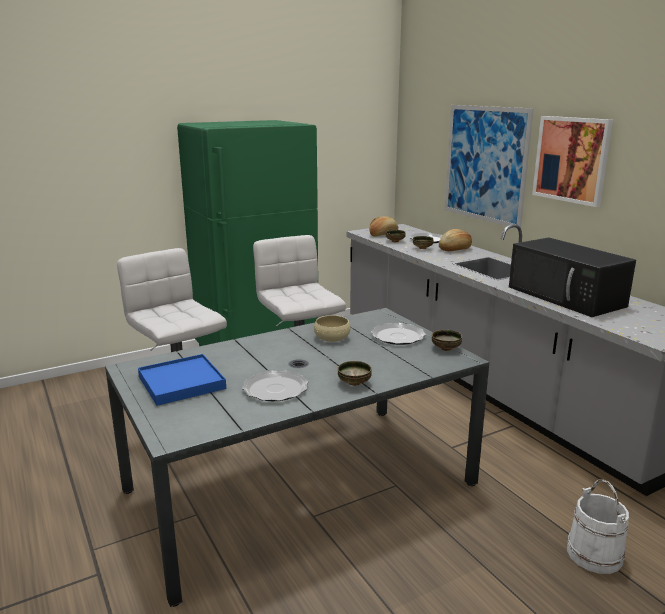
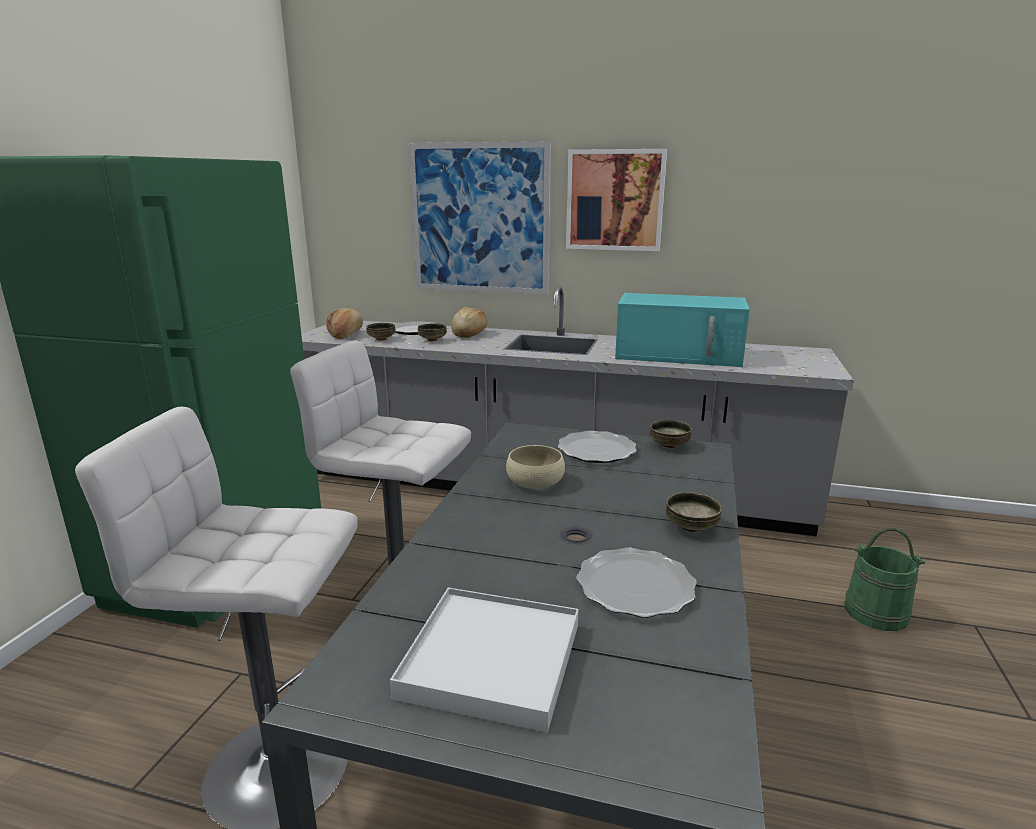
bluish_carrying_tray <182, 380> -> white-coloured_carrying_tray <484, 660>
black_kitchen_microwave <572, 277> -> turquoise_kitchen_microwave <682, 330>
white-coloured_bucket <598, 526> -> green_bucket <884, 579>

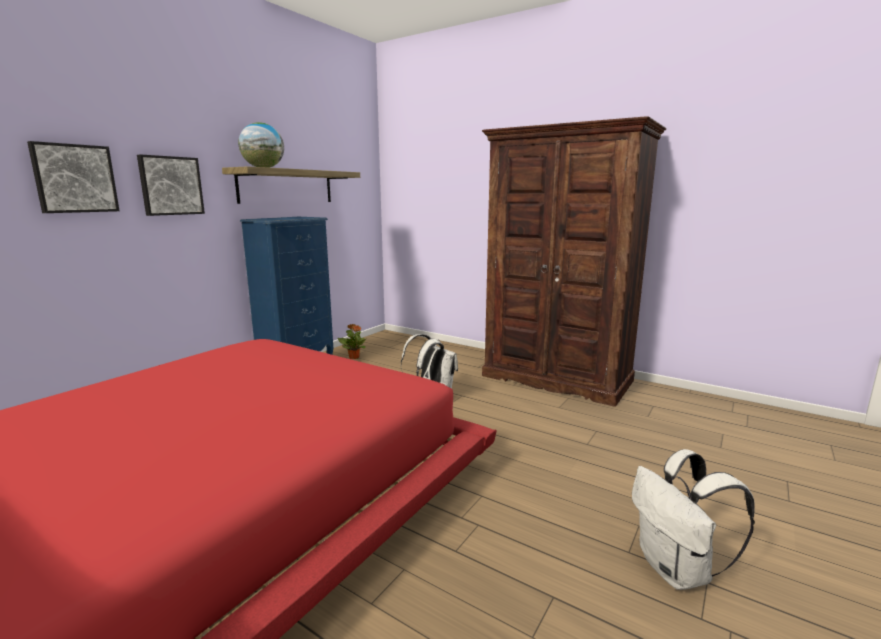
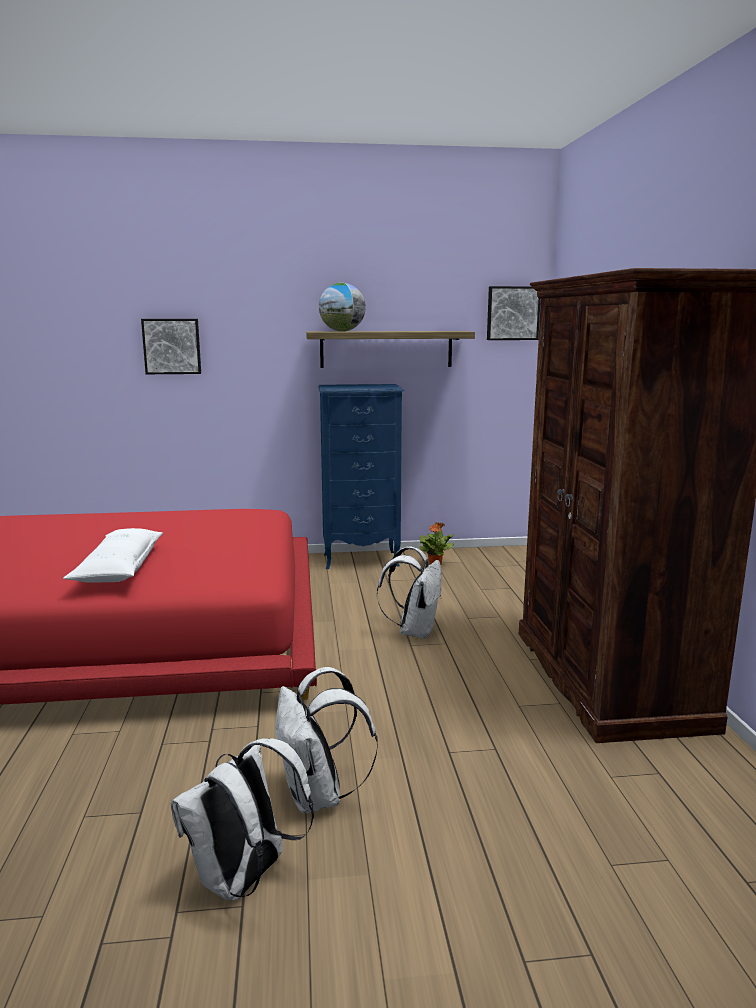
none -> white-coloured_throw_pillow <113, 555>
none -> white-coloured_rucksack <326, 740>
wall_art <171, 185> -> wall_art <514, 313>, moved

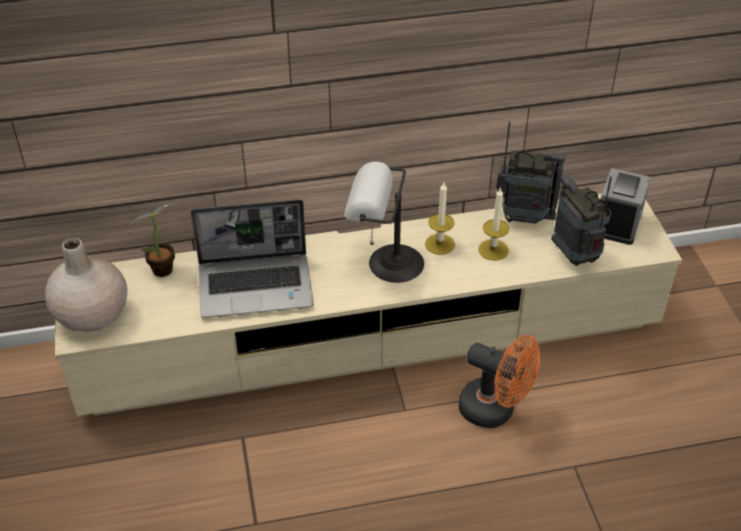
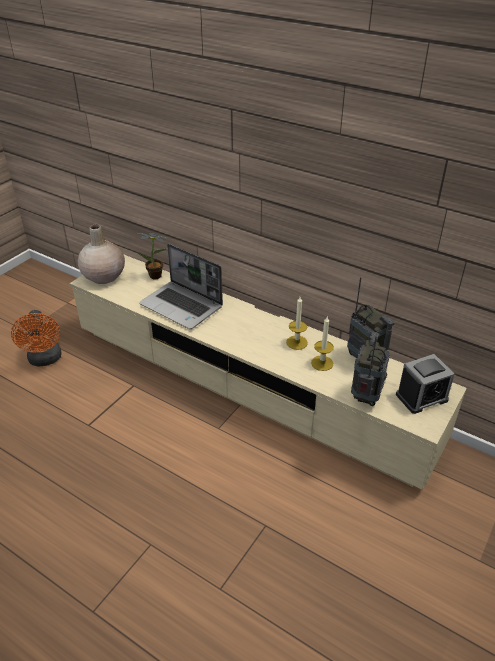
orange_fan <499, 381> -> orange_fan <36, 338>, moved
table_lamp <384, 222> -> none

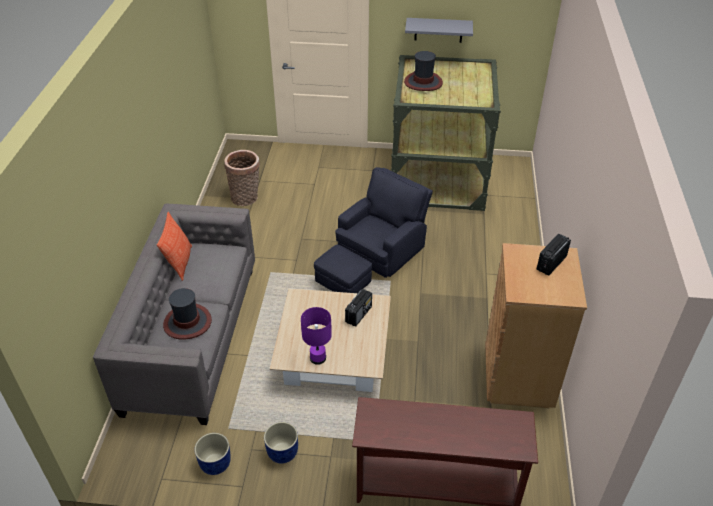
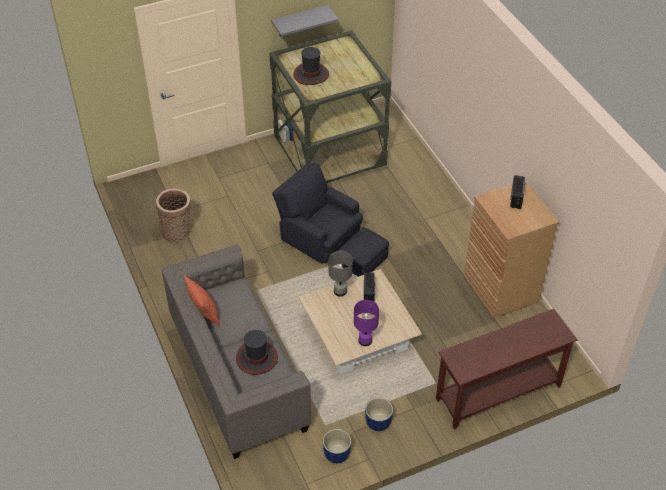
black_lounge_chair <373, 230> -> black_lounge_chair <330, 220>, 60 degrees counterclockwise
none -> grey_table_lamp <341, 274>

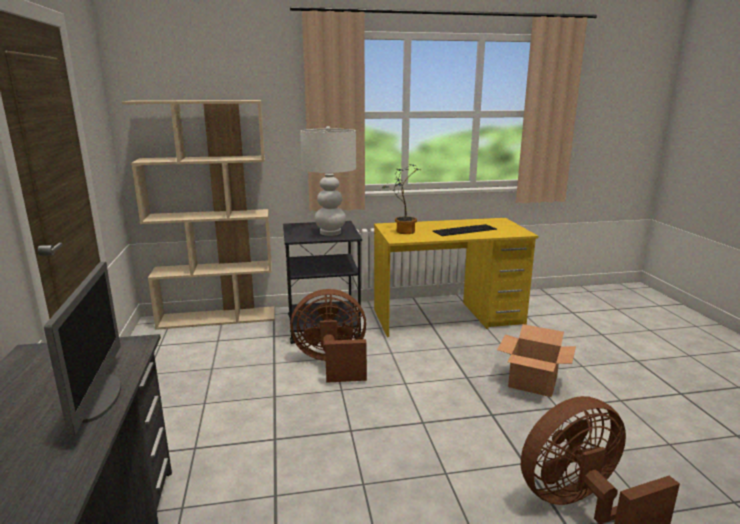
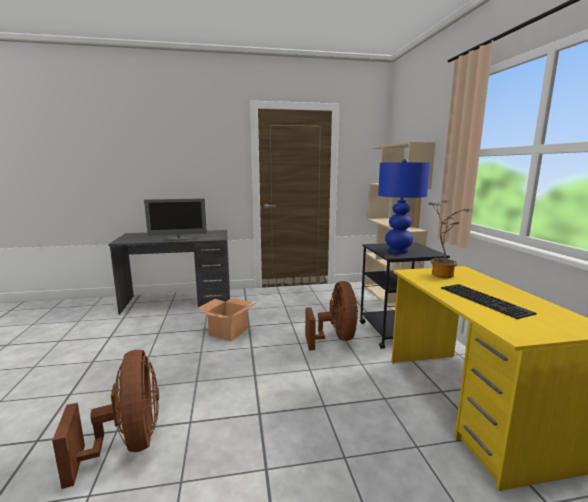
cardboard_box <536, 360> -> cardboard_box <226, 319>, moved
white-coloured_table_lamp <328, 181> -> bluish_table_lamp <404, 206>

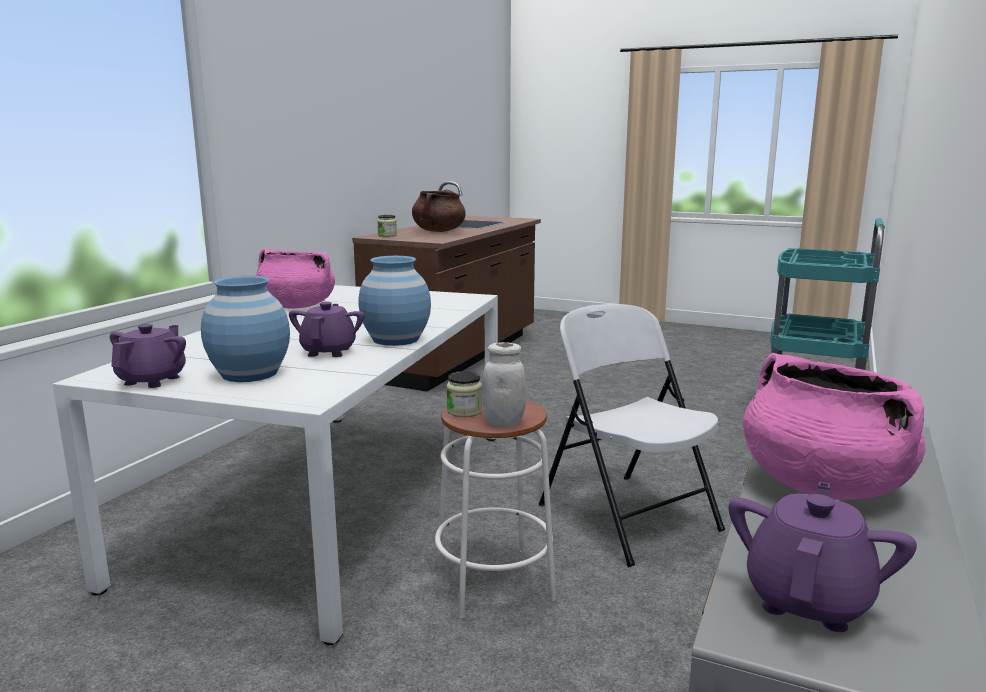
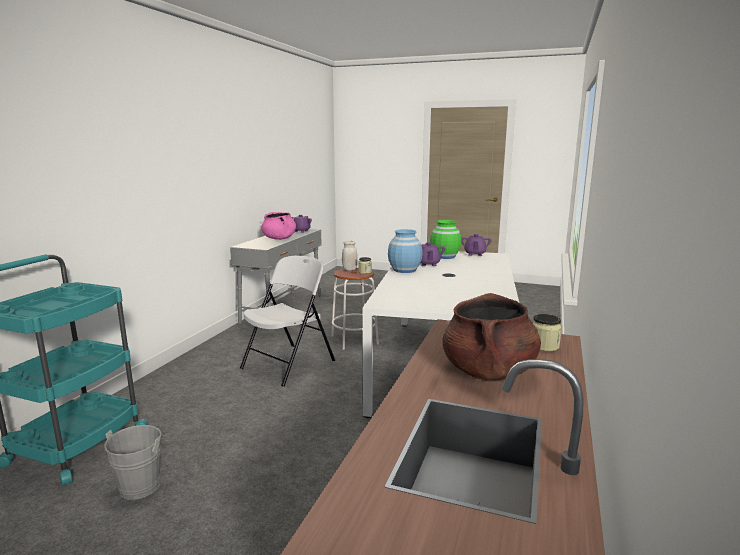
none -> grey_bucket <137, 462>
white-coloured_plain_chair <632, 435> -> white-coloured_plain_chair <287, 321>, 105 degrees counterclockwise
bluish_decorative_vase <245, 328> -> green_decorative_vase <445, 239>
pink-coloured_saucepot <295, 279> -> none

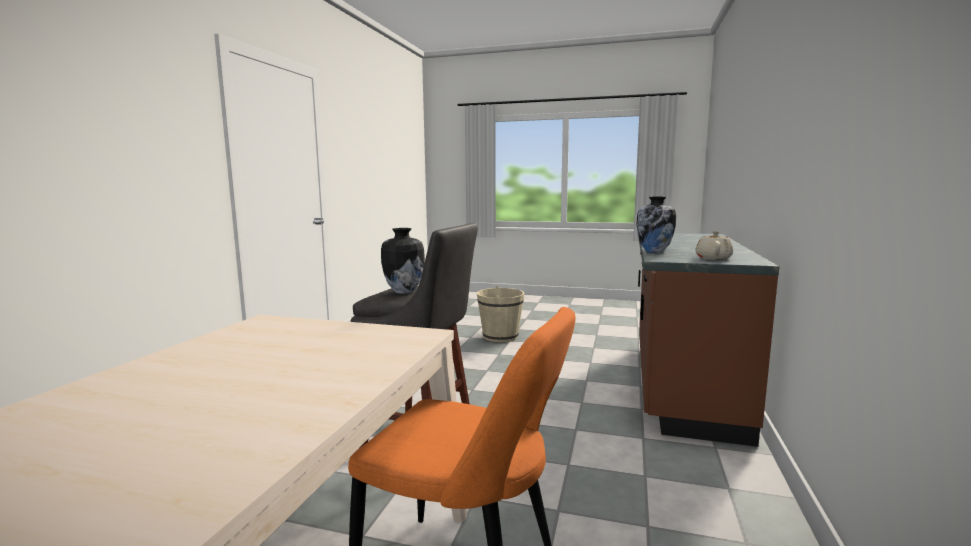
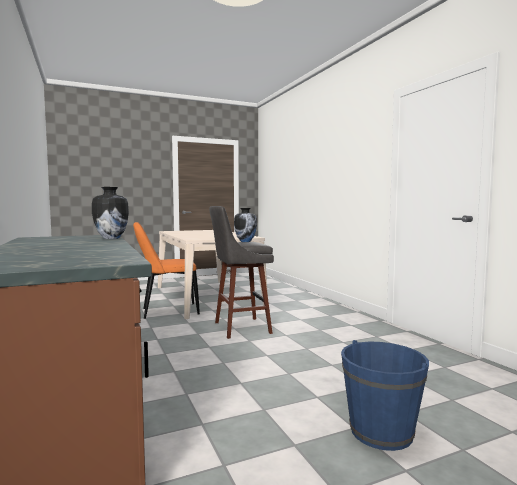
beige-coloured_bucket <500, 314> -> bluish_bucket <385, 395>
beige-coloured_teapot <714, 245> -> none

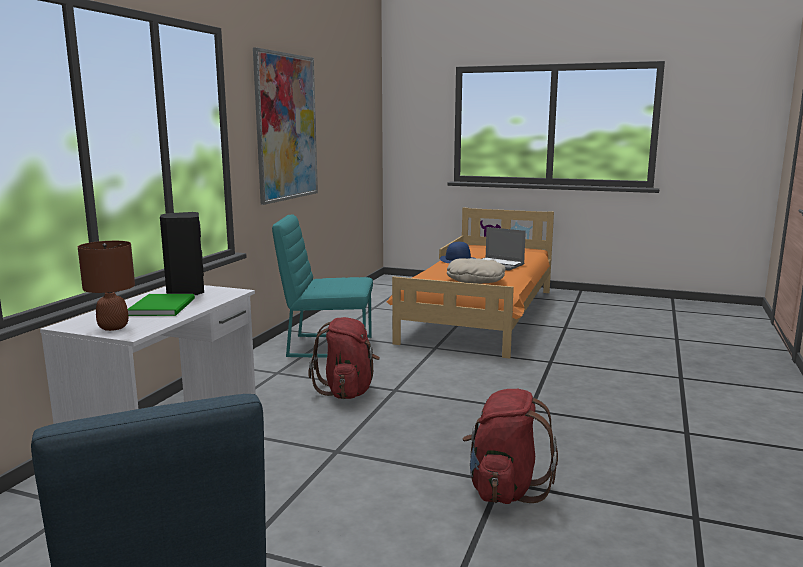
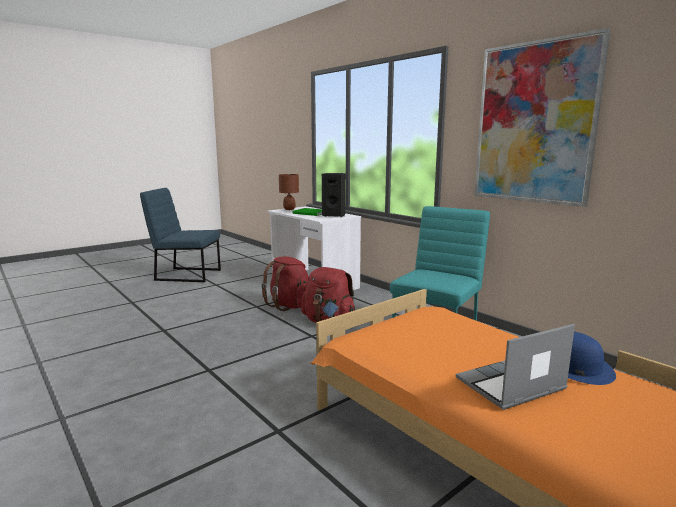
red-coloured_rucksack <510, 446> -> red-coloured_rucksack <285, 283>, moved
beige-coloured_throw_pillow <476, 271> -> none

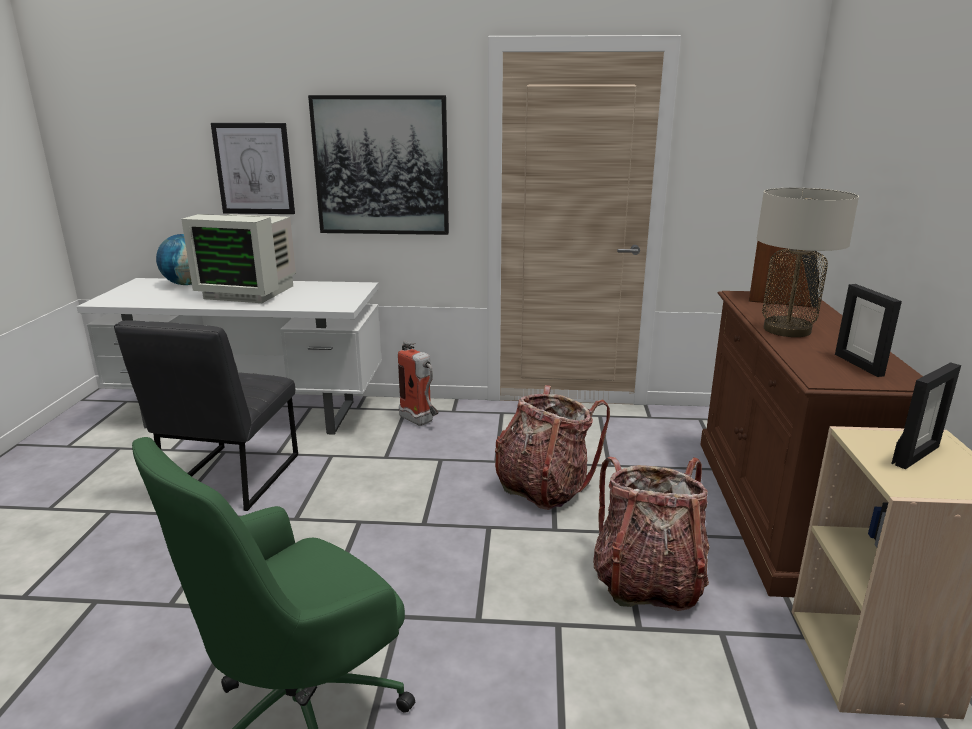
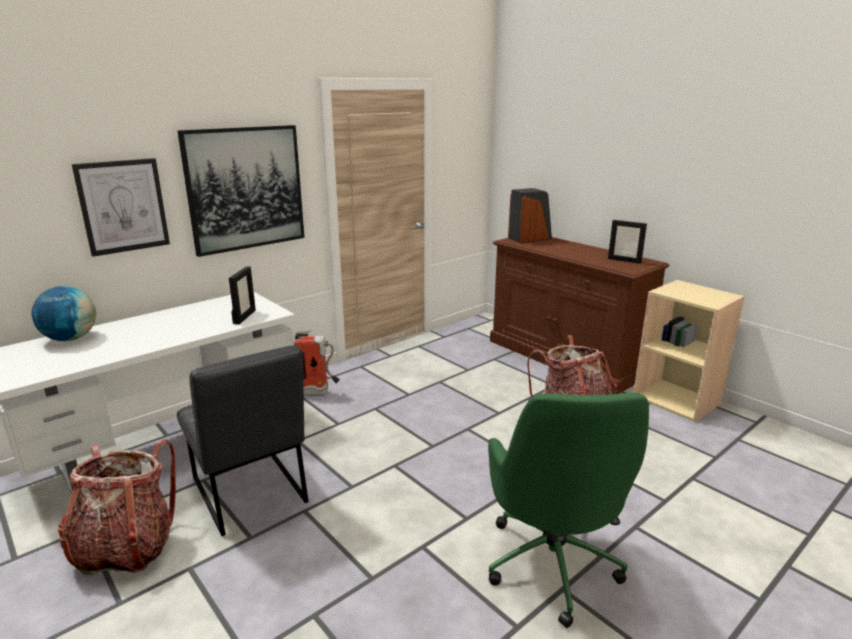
rucksack <552, 447> -> rucksack <117, 507>, moved
picture_frame <926, 415> -> picture_frame <242, 295>, moved
computer_screen <238, 258> -> none
table_lamp <808, 262> -> none

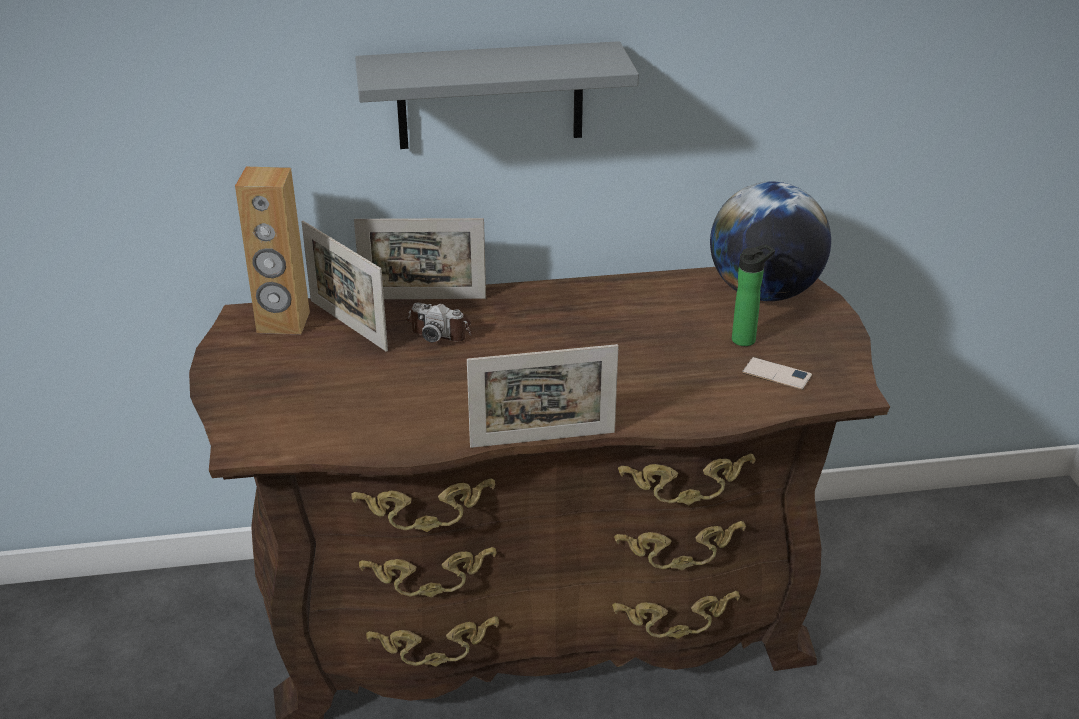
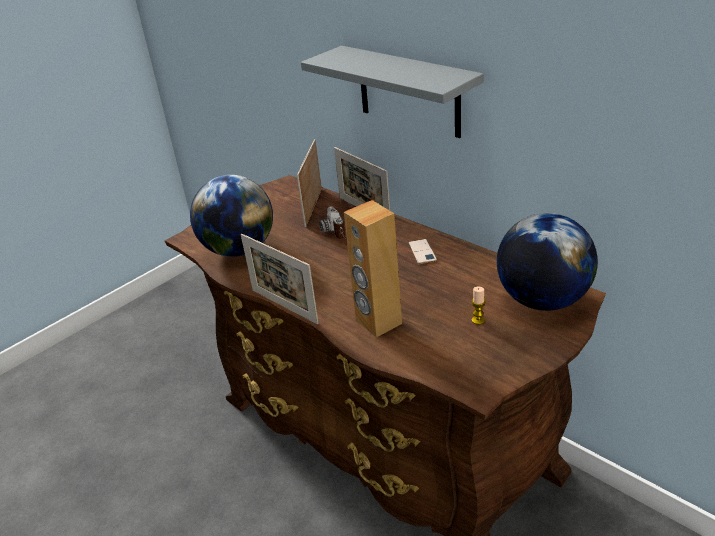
none -> desk_globe <231, 216>
brown_loudspeaker <272, 250> -> brown_loudspeaker <373, 269>, moved
phone <777, 373> -> phone <423, 251>, moved
drink_bottle <753, 295> -> candle <479, 306>

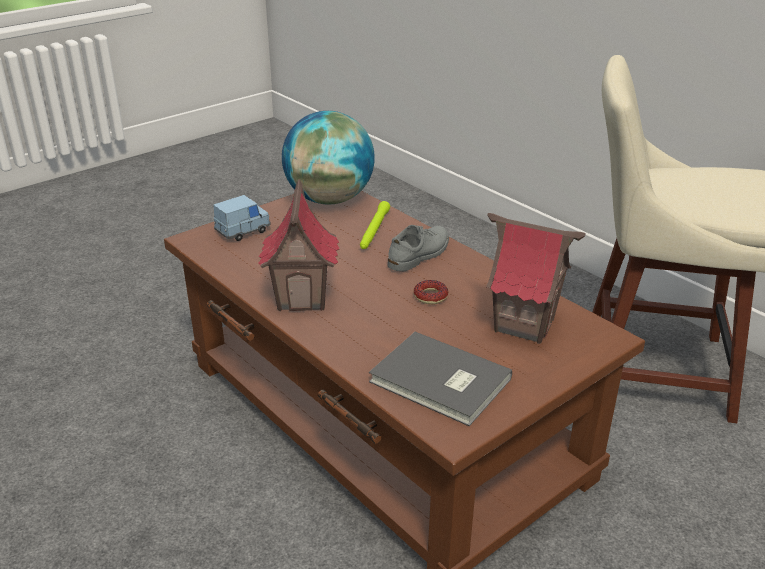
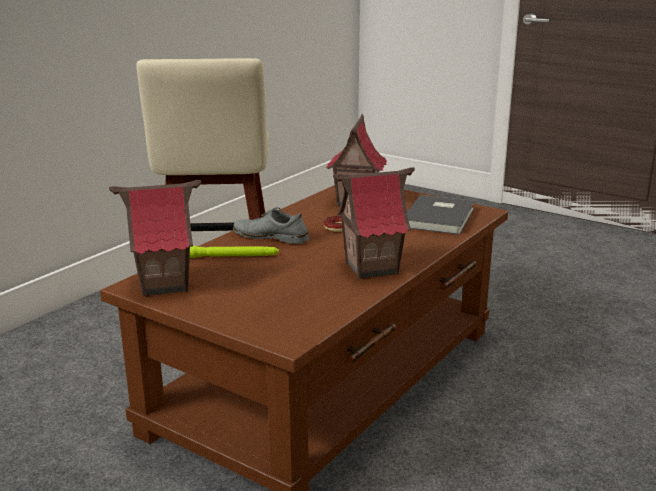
desk_globe <328, 157> -> toy_house <155, 238>
bluish_model_car <242, 218> -> none

